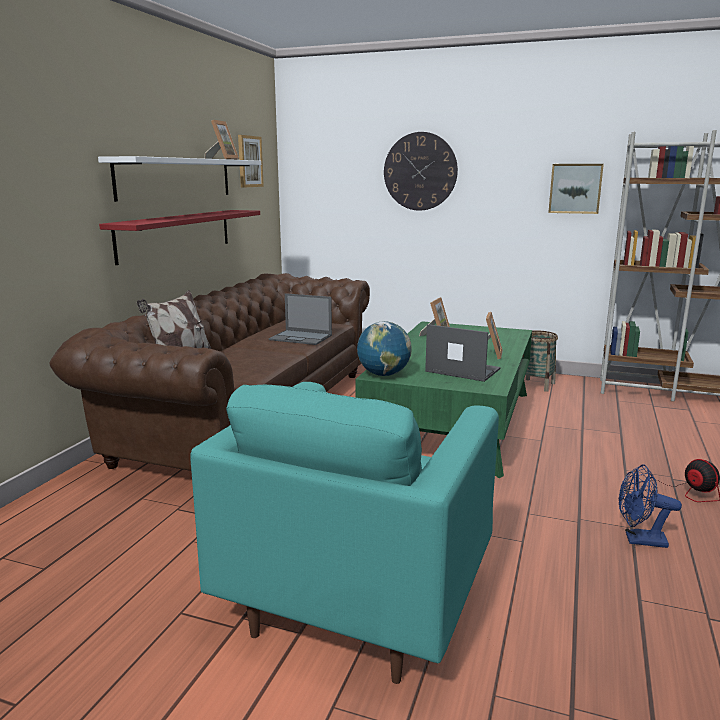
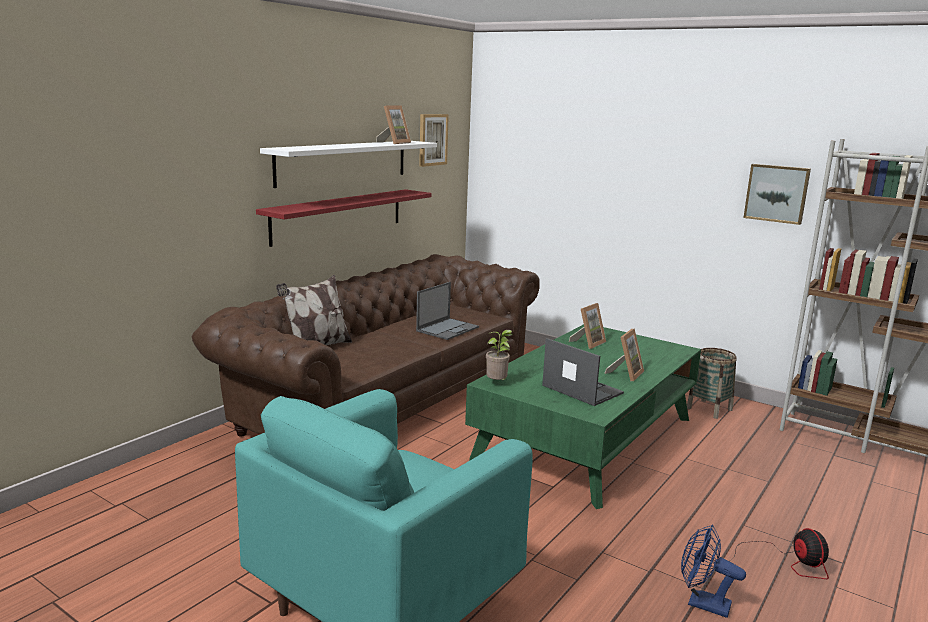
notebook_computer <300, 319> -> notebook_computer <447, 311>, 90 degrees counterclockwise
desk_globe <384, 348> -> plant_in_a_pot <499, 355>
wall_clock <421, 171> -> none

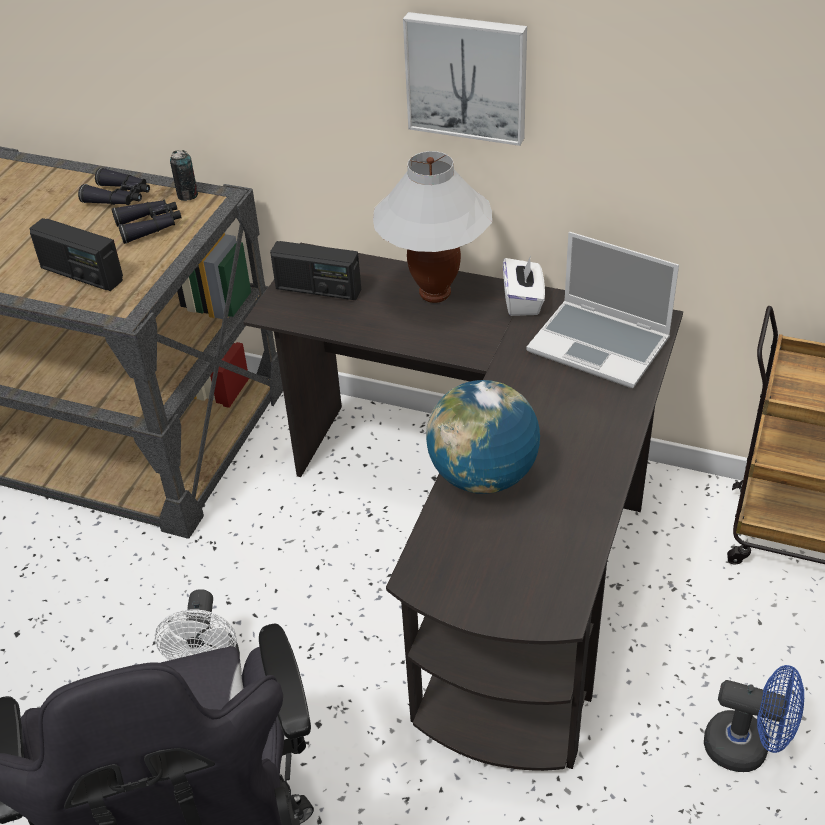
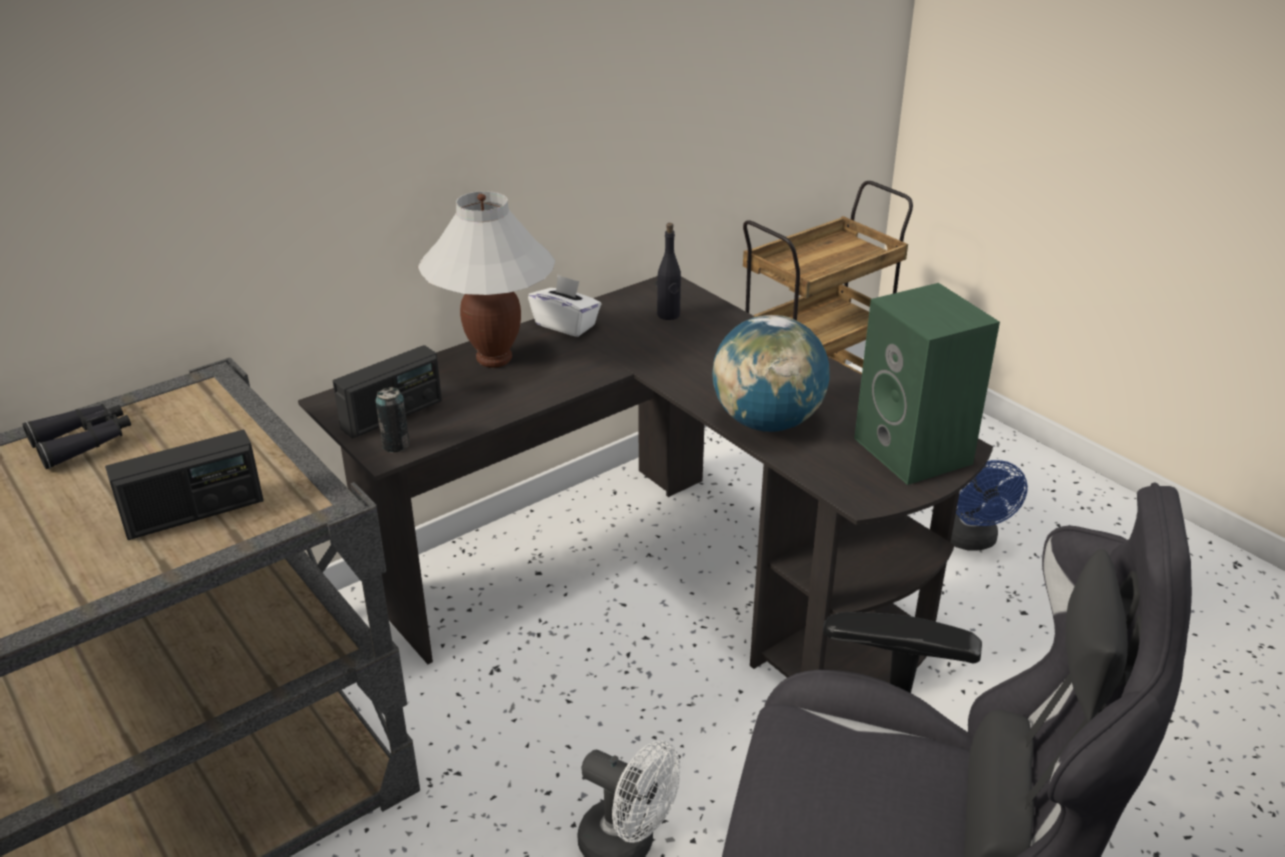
can <184, 175> -> can <392, 420>, moved
notebook_computer <602, 310> -> black_drink_bottle <669, 271>
none -> green_loudspeaker <927, 384>
bluish_fan <754, 718> -> bluish_fan <989, 505>, 120 degrees clockwise
black_pair_of_binoculars <147, 221> -> none
wall_art <465, 79> -> none

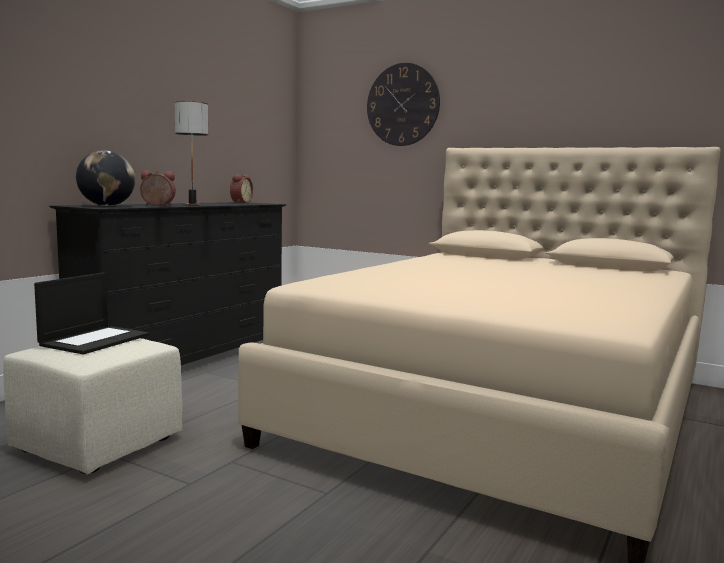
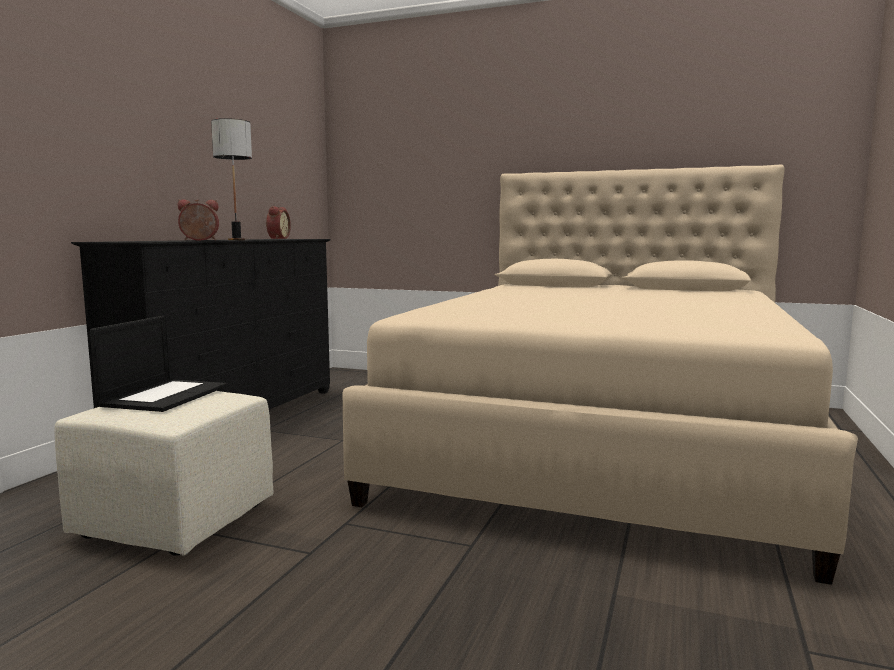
desk_globe <105, 178> -> none
wall_clock <403, 104> -> none

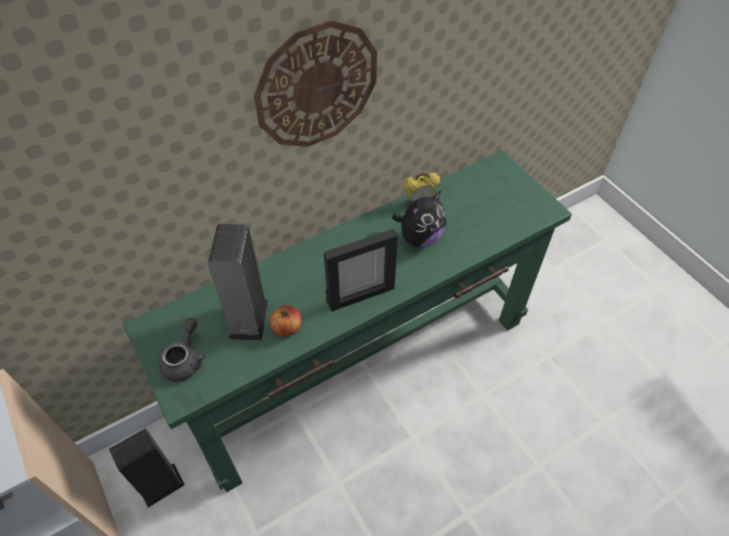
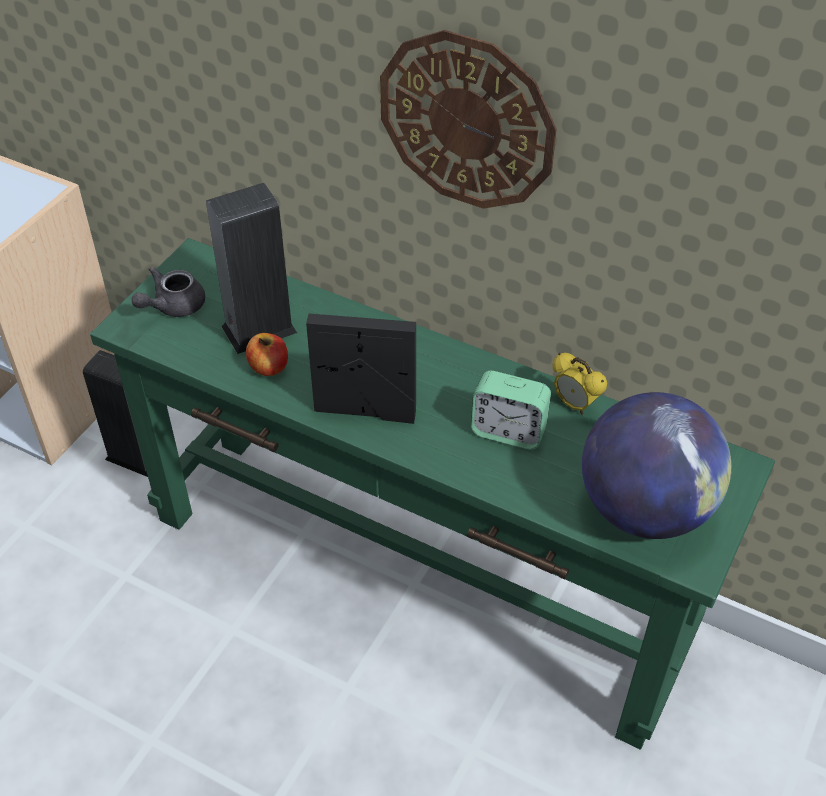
grey_teapot <182, 350> -> grey_teapot <168, 292>, 150 degrees clockwise
picture_frame <361, 270> -> picture_frame <361, 369>, 150 degrees clockwise
cuddly_toy <419, 218> -> alarm_clock <511, 410>
none -> desk_globe <656, 465>

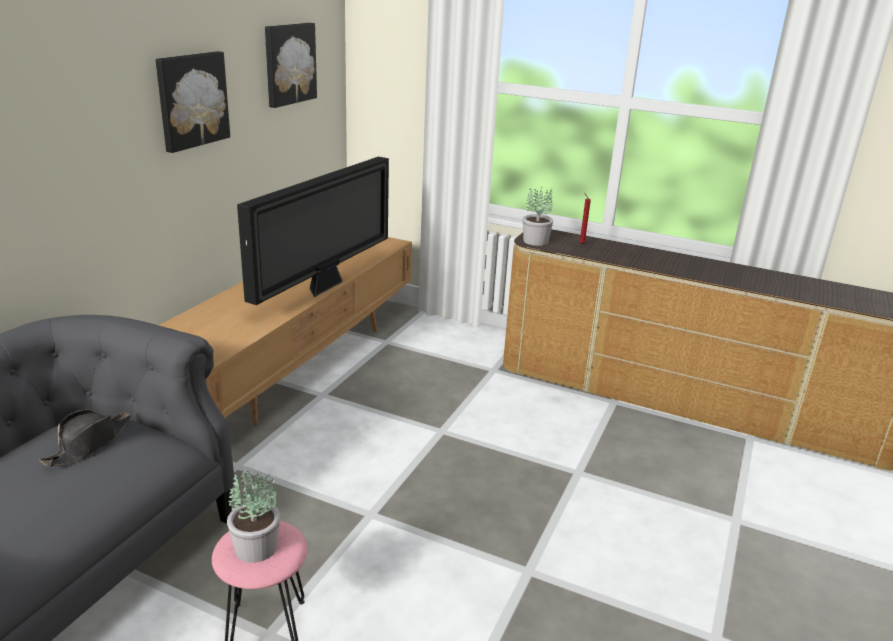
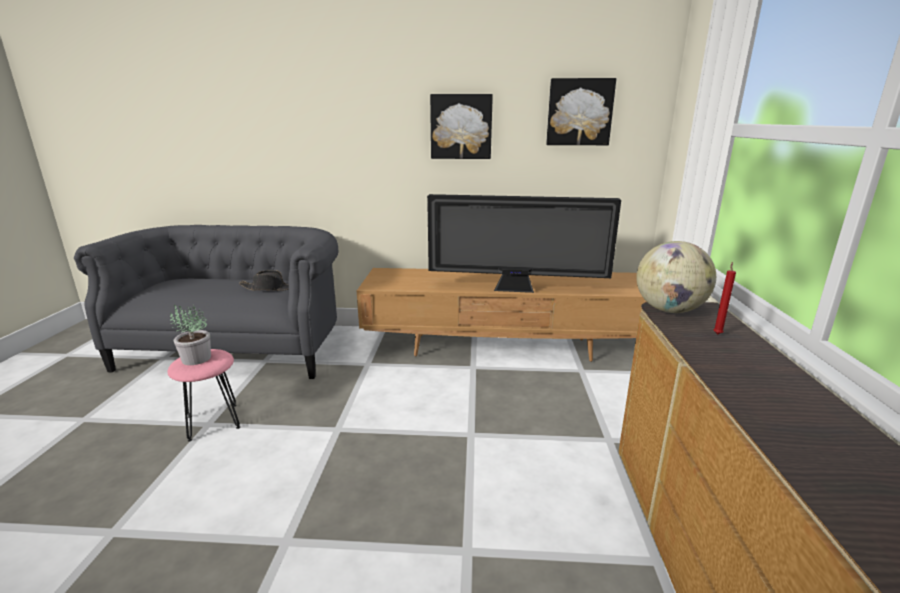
plant_in_a_pot <538, 216> -> desk_globe <676, 277>

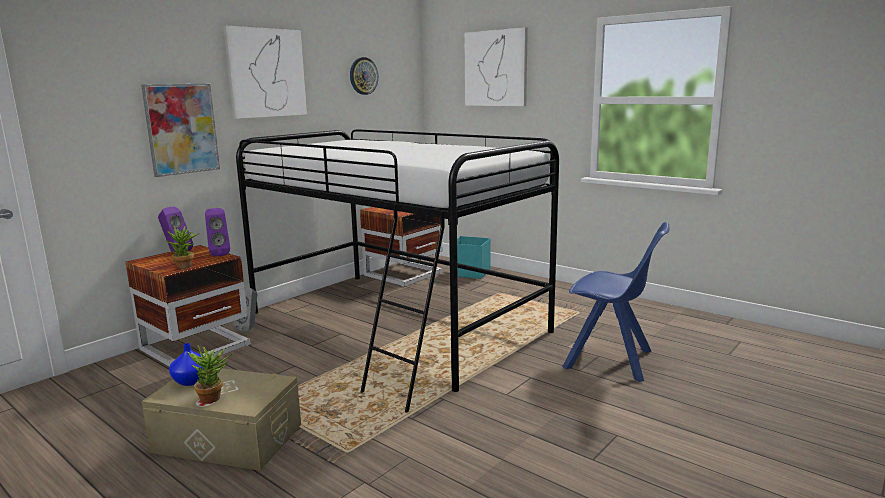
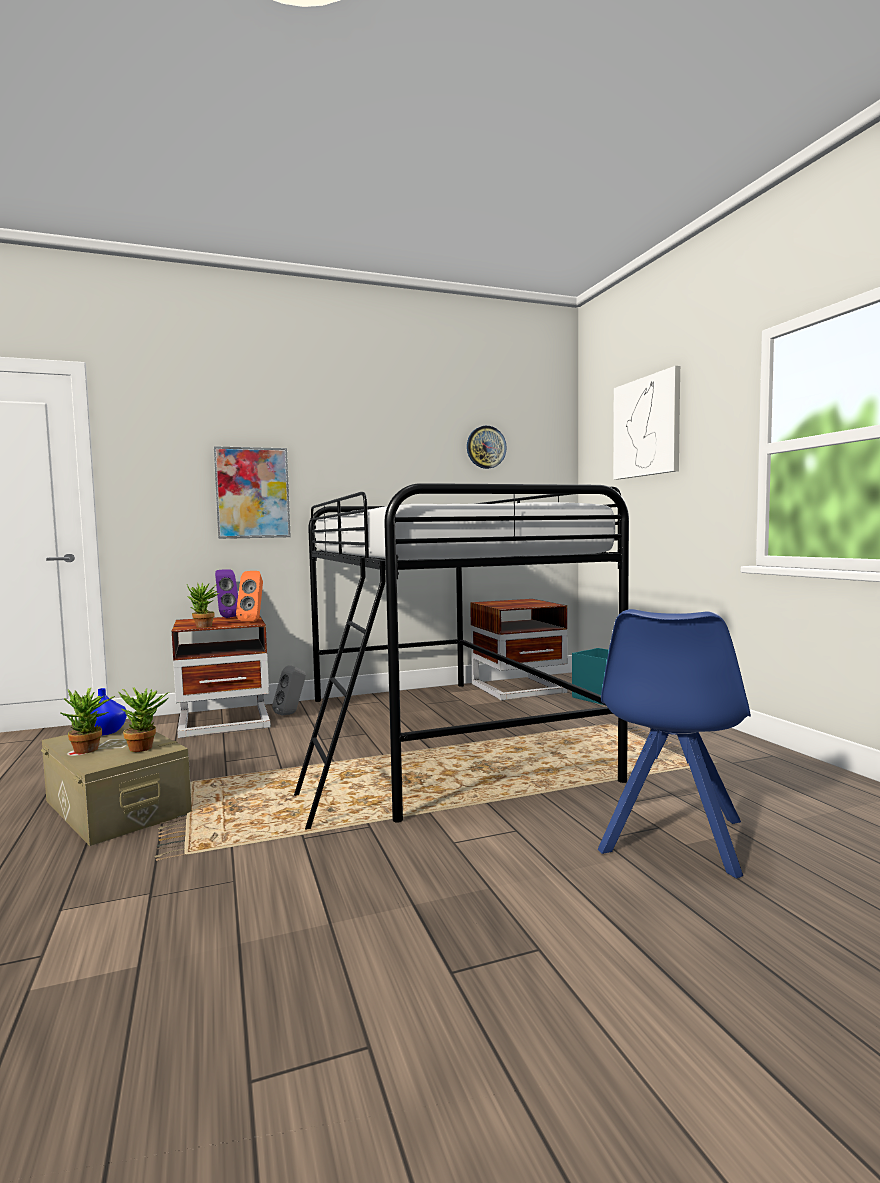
none -> plant_in_a_pot <143, 720>
purple-coloured_loudspeaker <217, 232> -> orange_loudspeaker <249, 596>
bluish_plain_chair <616, 302> -> bluish_plain_chair <674, 744>, 60 degrees clockwise
wall_art <265, 72> -> none

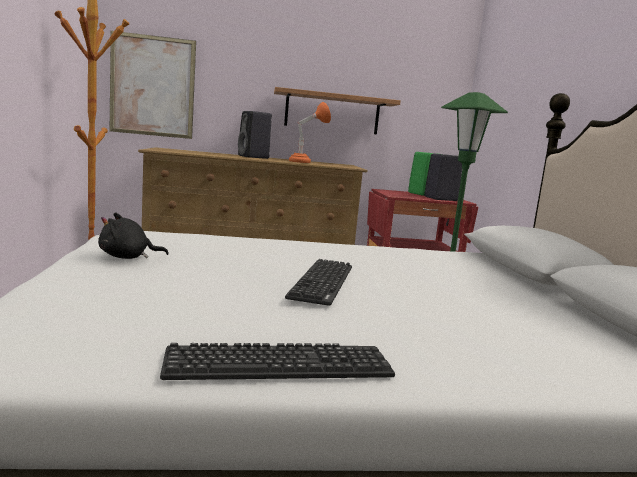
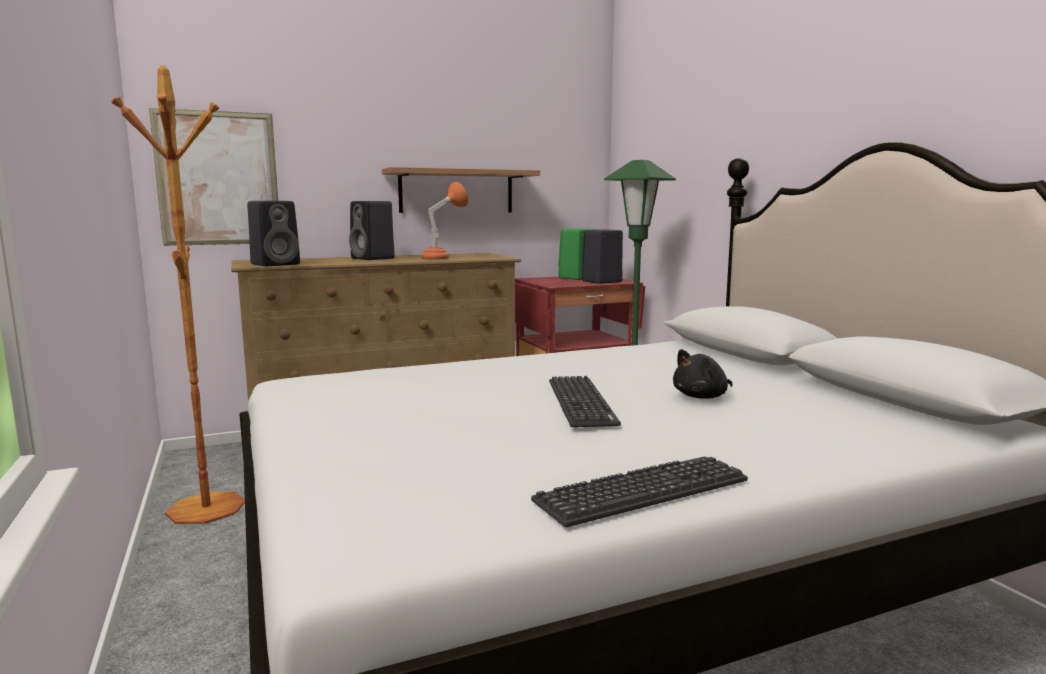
none -> black_loudspeaker <273, 233>
black_cuddly_toy <133, 236> -> black_cuddly_toy <703, 374>, moved

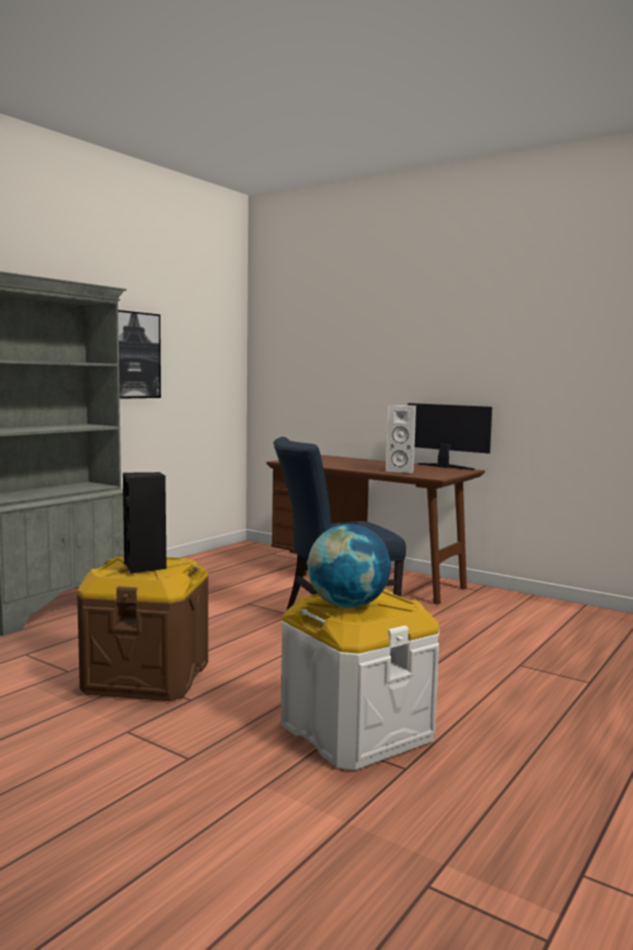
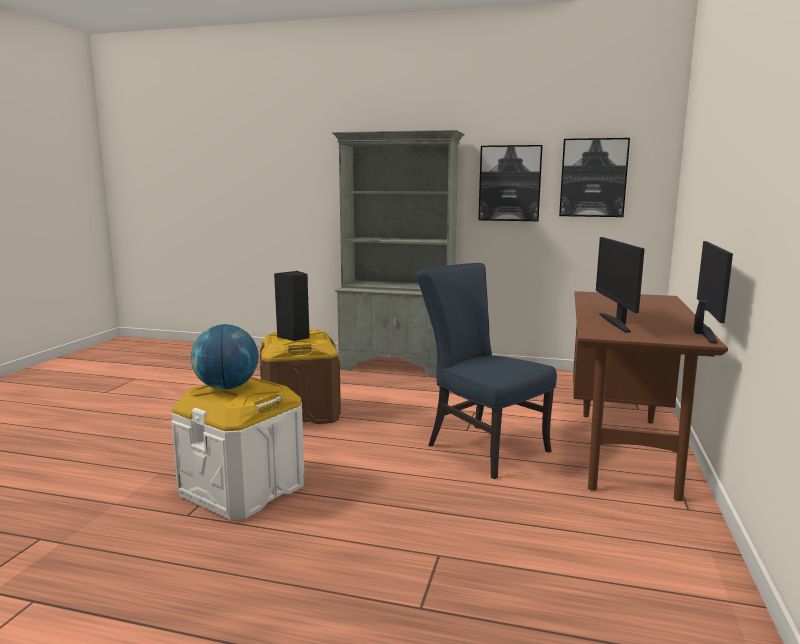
none -> wall_art <594, 177>
white-coloured_loudspeaker <401, 439> -> computer_screen <620, 284>

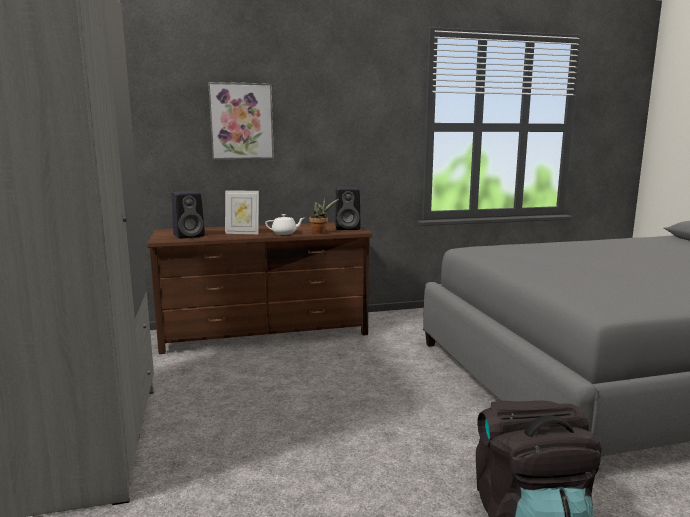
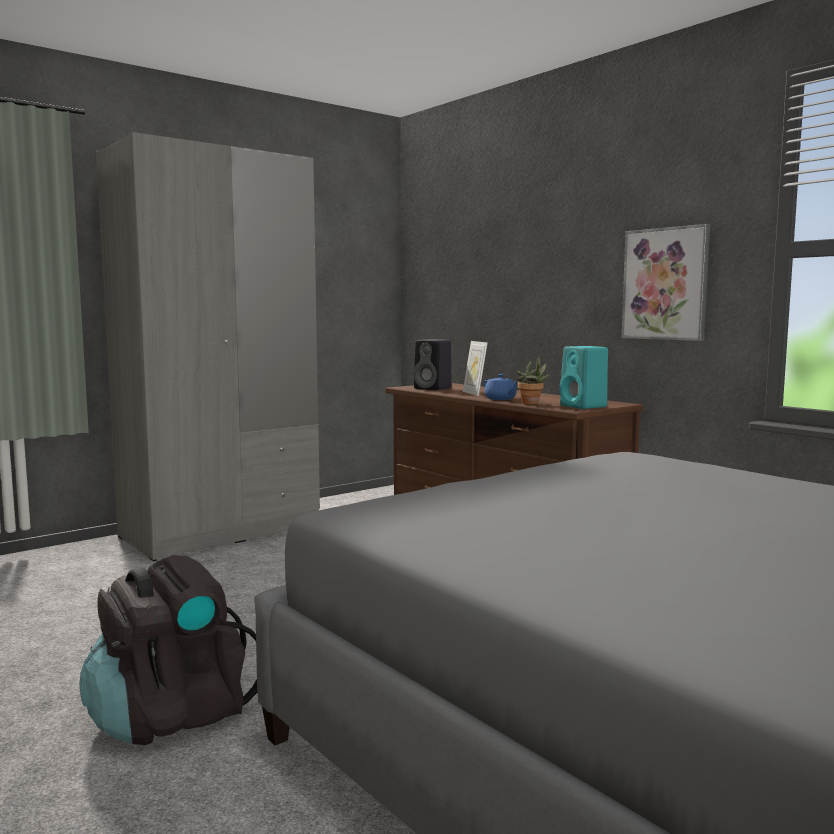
white-coloured_teapot <284, 224> -> bluish_teapot <501, 387>
black_loudspeaker <348, 208> -> turquoise_loudspeaker <583, 377>
wall_art <241, 121> -> wall_art <666, 282>, moved

